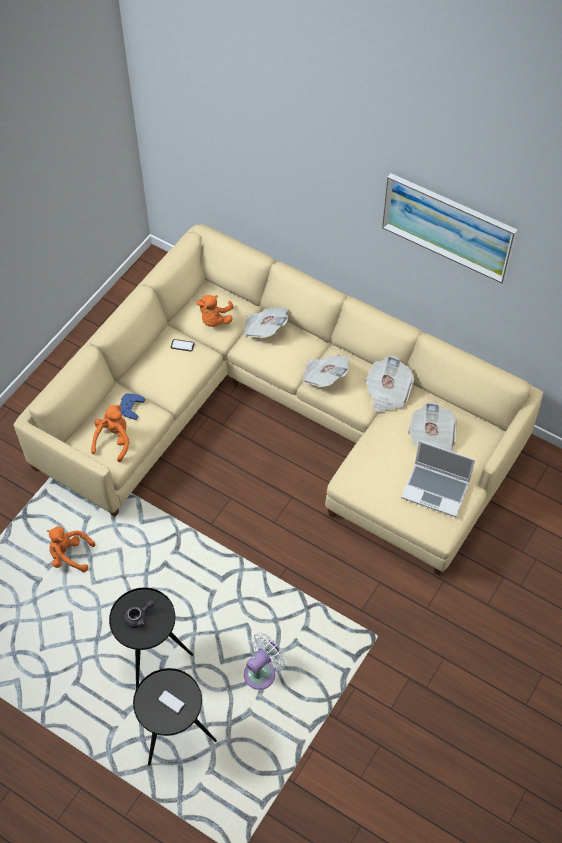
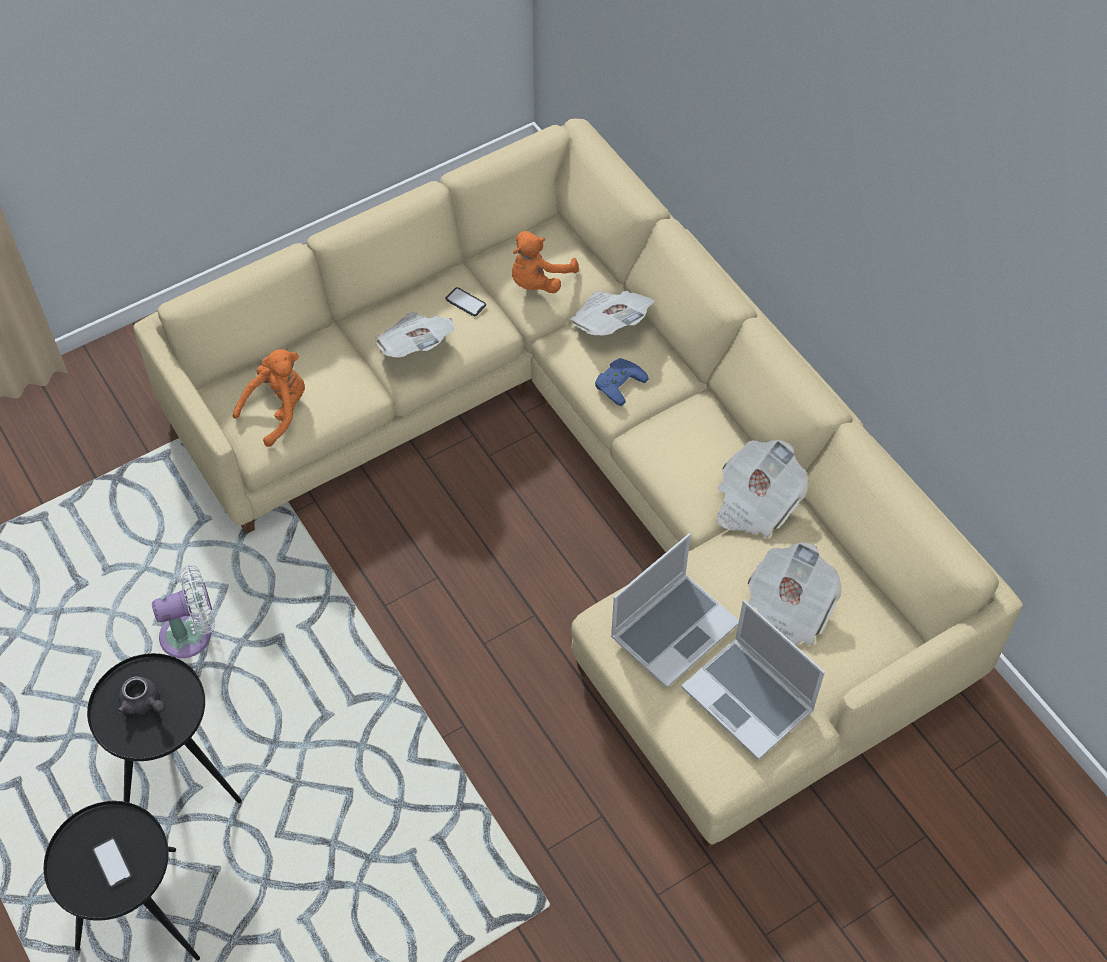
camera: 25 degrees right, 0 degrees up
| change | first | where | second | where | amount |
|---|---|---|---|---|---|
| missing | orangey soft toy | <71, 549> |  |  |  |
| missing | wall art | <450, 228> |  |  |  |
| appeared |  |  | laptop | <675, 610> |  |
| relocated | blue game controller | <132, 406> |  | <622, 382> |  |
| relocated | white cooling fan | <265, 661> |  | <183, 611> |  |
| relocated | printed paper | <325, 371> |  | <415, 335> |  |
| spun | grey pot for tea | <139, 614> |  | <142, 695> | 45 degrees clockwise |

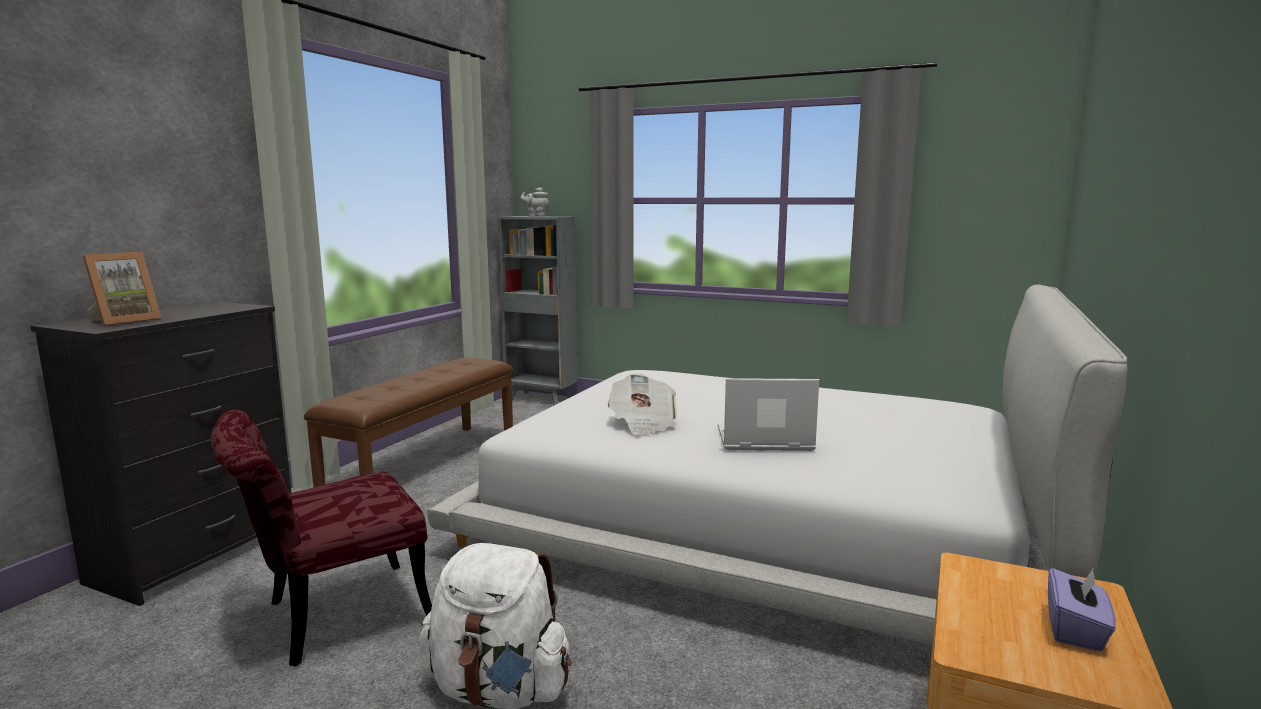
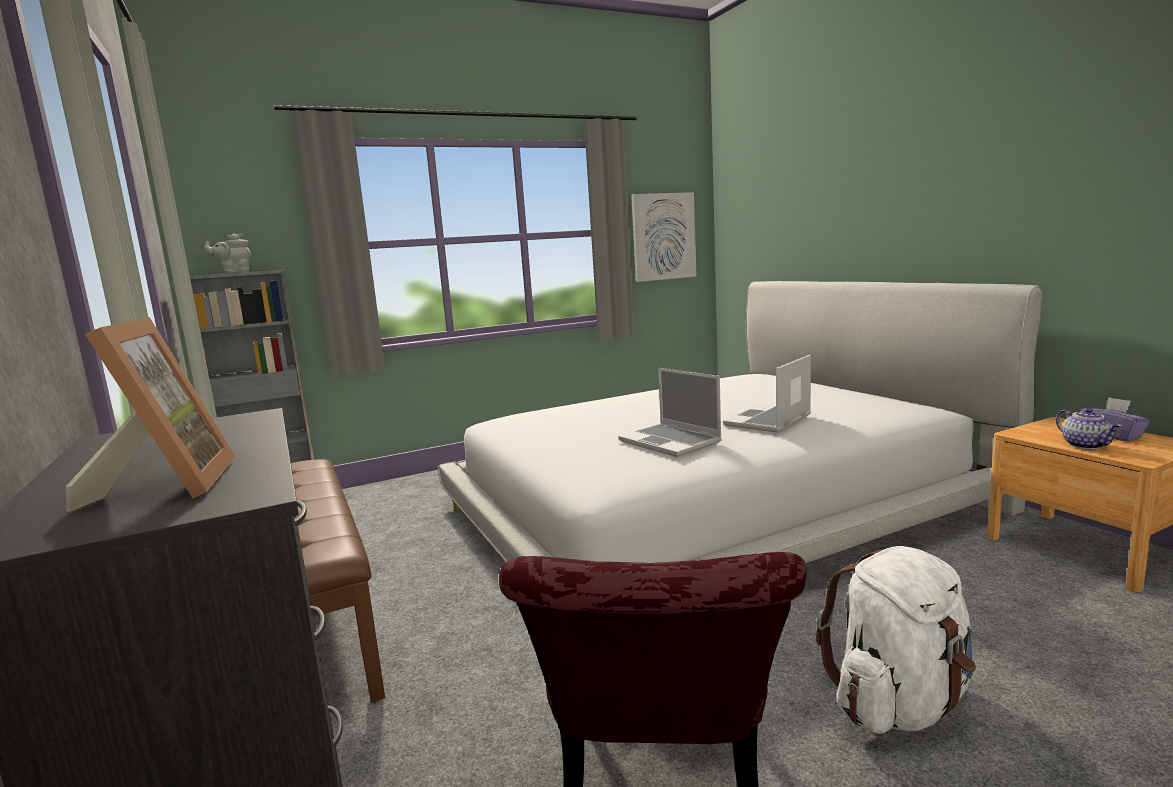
camera: 50 degrees left, 0 degrees up
| change | first | where | second | where | amount |
|---|---|---|---|---|---|
| appeared |  |  | wall art | <664, 237> |  |
| appeared |  |  | pot for tea | <1089, 429> |  |
| exchanged | printed paper | <642, 405> | laptop | <670, 412> |  |

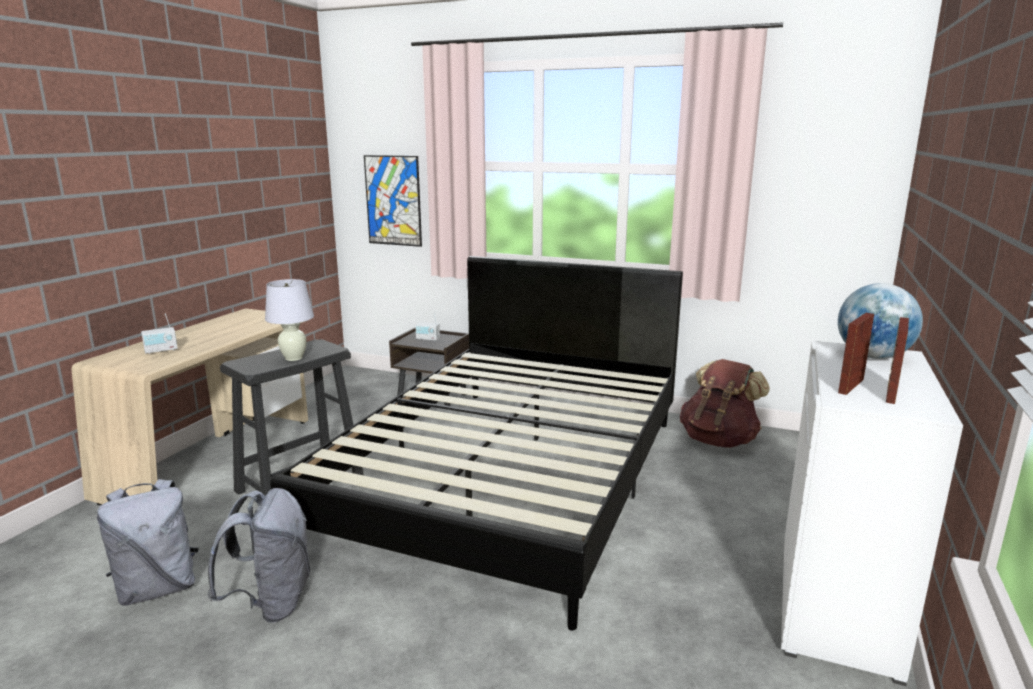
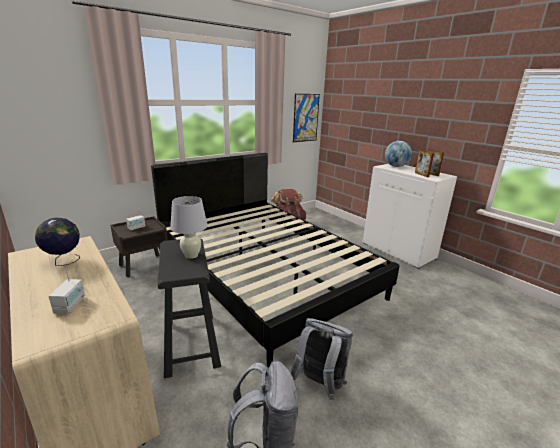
camera: 60 degrees left, 5 degrees up
| change | first | where | second | where | amount |
|---|---|---|---|---|---|
| appeared |  |  | world globe | <57, 241> |  |
| relocated | wall art | <393, 201> |  | <306, 118> |  |

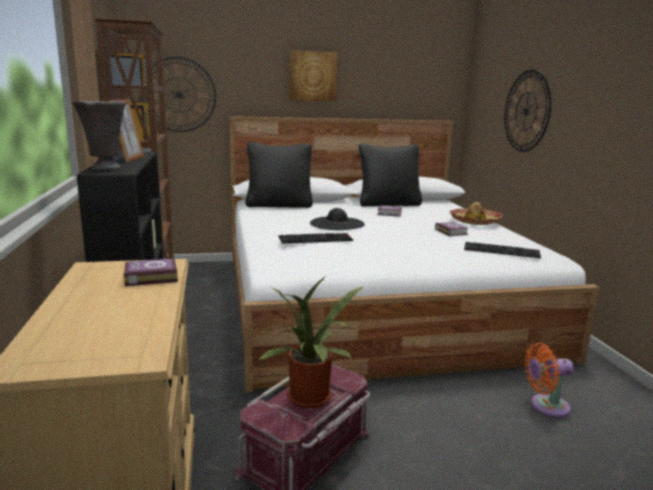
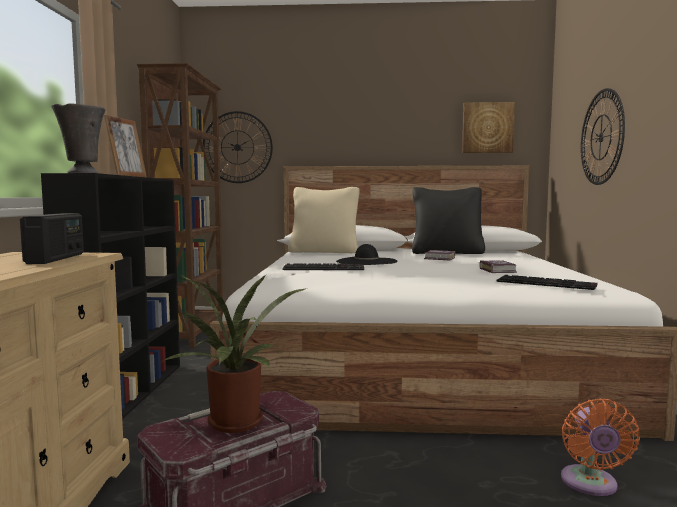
camera: 15 degrees right, 10 degrees down
| change | first | where | second | where | amount |
|---|---|---|---|---|---|
| missing | clothing hat | <476, 213> |  |  |  |
| relocated | wall art | <313, 76> |  | <488, 127> |  |
| exchanged | bound book | <151, 272> | radio | <52, 238> |  |
| colour | blackish throw pillow | <279, 175> | beige-coloured throw pillow | <324, 220> |  |
| spun | orangey cooling fan | <549, 380> |  | <600, 447> | 90 degrees counterclockwise |

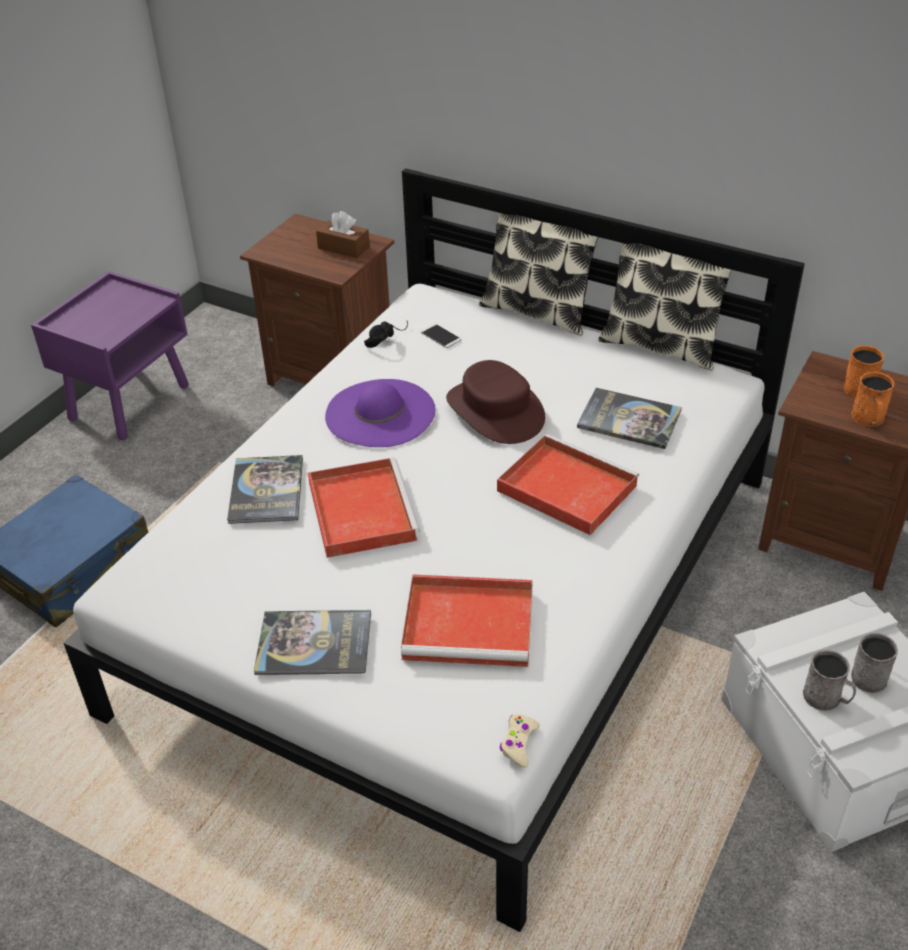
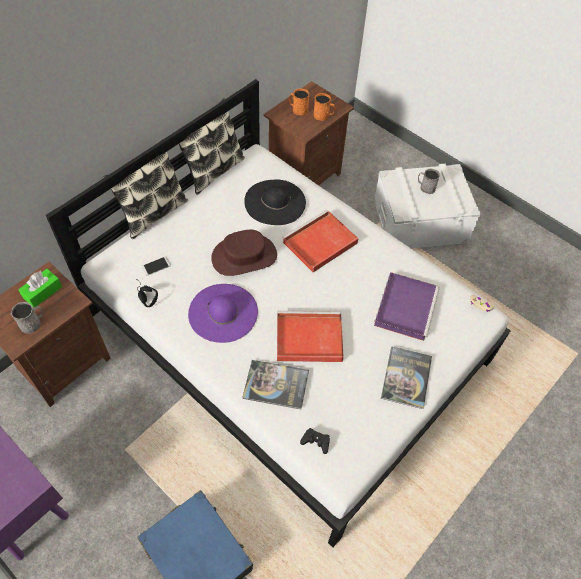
camera: 80 degrees left, 15 degrees up
| change | first | where | second | where | amount |
|---|---|---|---|---|---|
| appeared |  |  | blackish game controller | <315, 441> |  |
| relocated | grey mug | <829, 680> |  | <27, 318> |  |
| exchanged | bound book | <629, 418> | blackish clothing hat | <275, 202> |  |
| colour | brown tissue box | <343, 234> | green tissue box | <40, 288> |  |
| colour | red serving tray | <467, 620> | purple serving tray | <407, 306> |  |

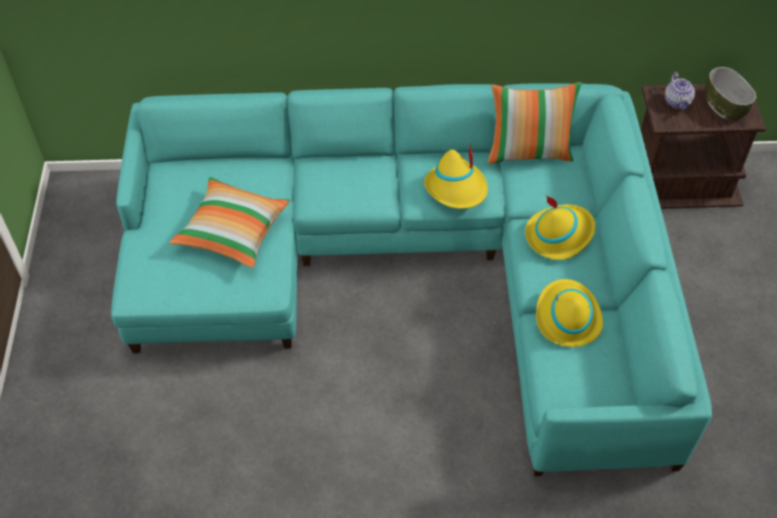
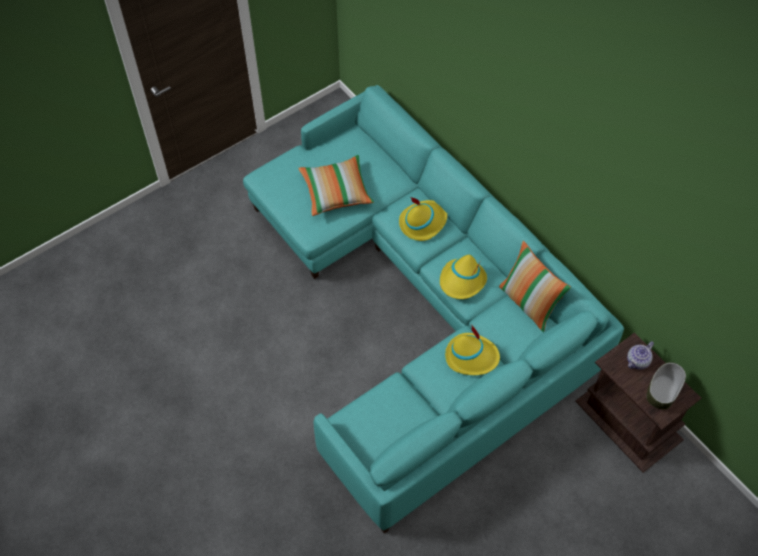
camera: 55 degrees right, 5 degrees up
| change | first | where | second | where | amount |
|---|---|---|---|---|---|
| relocated | yellow clothing hat | <569, 313> |  | <423, 219> |  |

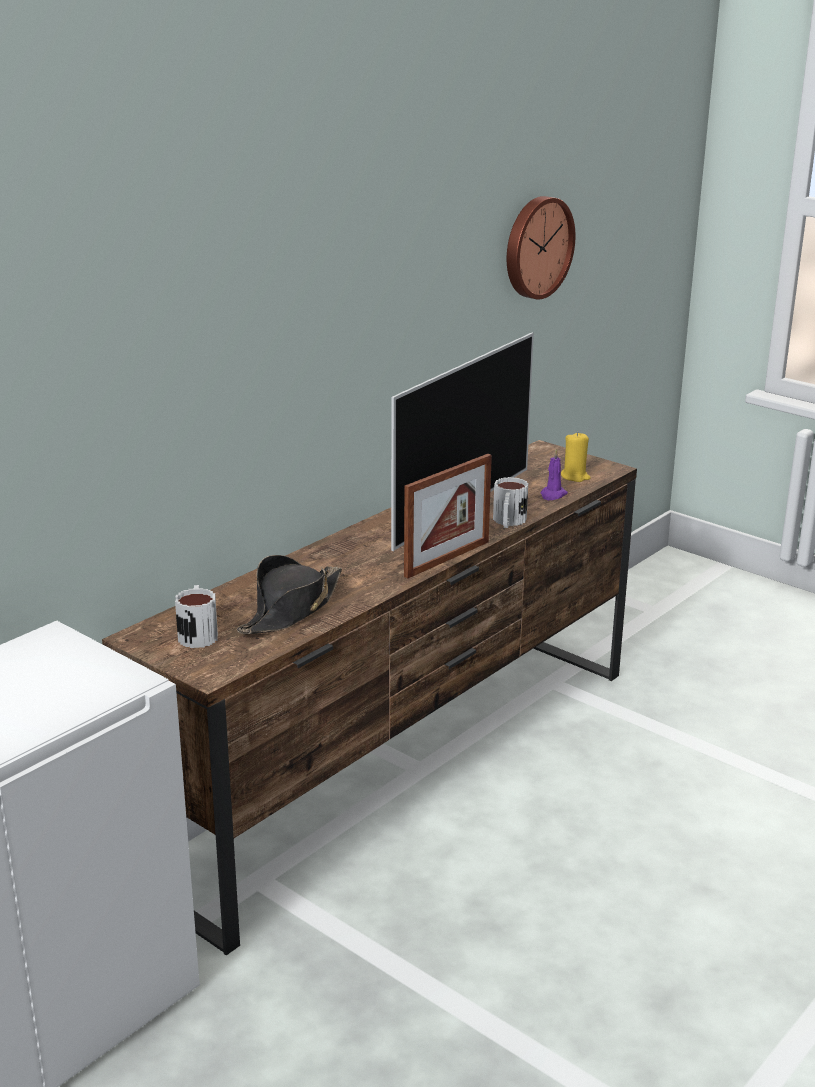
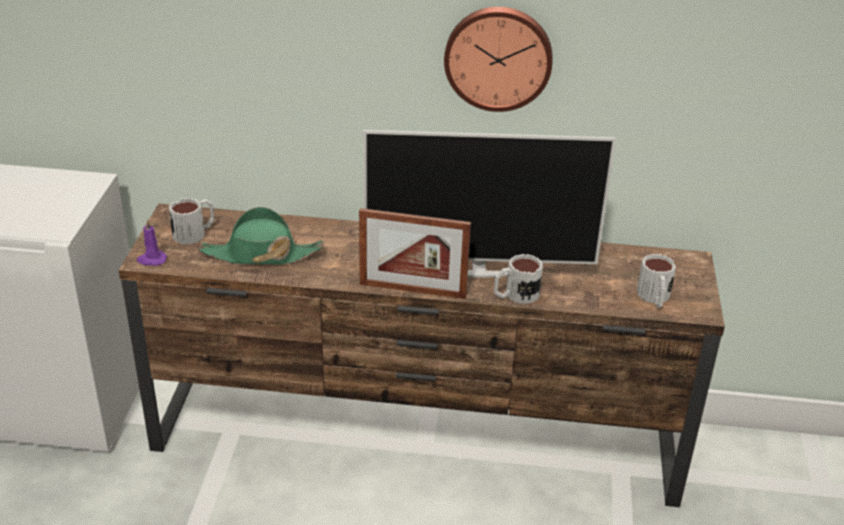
camera: 55 degrees right, 10 degrees up
| change | first | where | second | where | amount |
|---|---|---|---|---|---|
| relocated | wall clock | <541, 248> |  | <498, 59> |  |
| relocated | purple wax light | <554, 474> |  | <152, 242> |  |
| exchanged | yellow wax light | <576, 457> | mug | <656, 281> |  |
| colour | blackish clothing hat | <289, 594> | green clothing hat | <261, 236> |  |

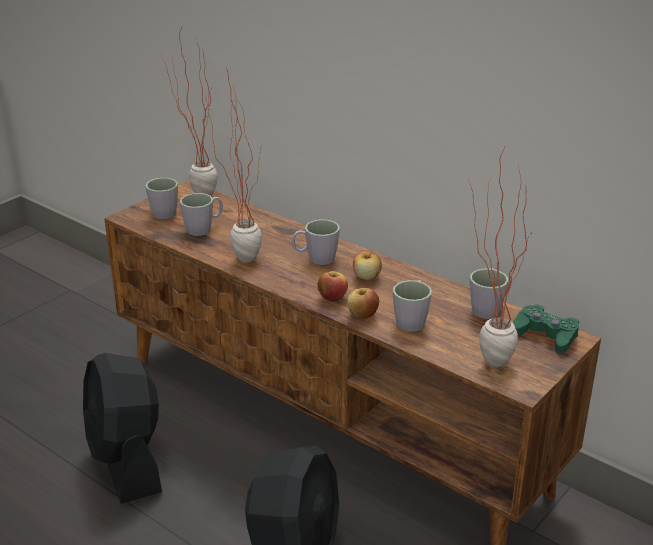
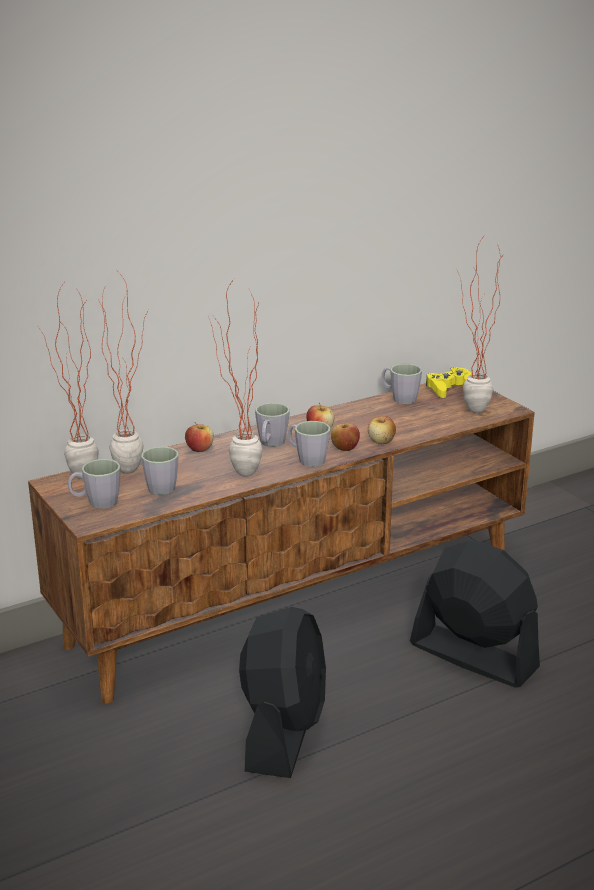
camera: 70 degrees left, 5 degrees down
| change | first | where | second | where | amount |
|---|---|---|---|---|---|
| appeared |  |  | plant in a pot | <124, 373> |  |
| appeared |  |  | apple fruit | <199, 437> |  |
| relocated | grey mug | <412, 306> |  | <309, 444> |  |
| colour | green game controller | <546, 329> | yellow game controller | <449, 382> |  |
| spun | blackish cooling fan | <122, 428> |  | <282, 692> | 75 degrees counterclockwise |

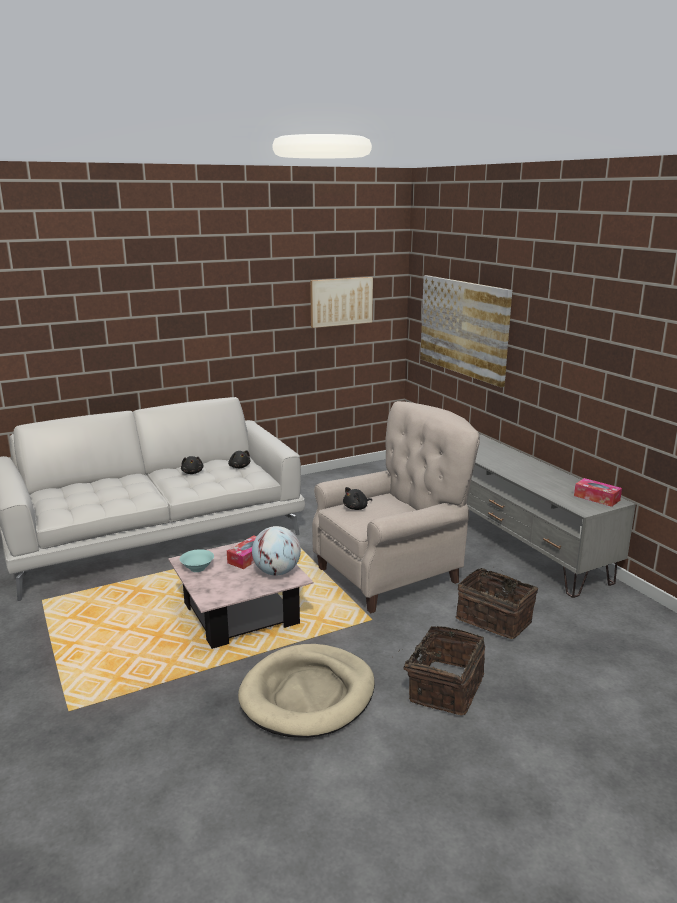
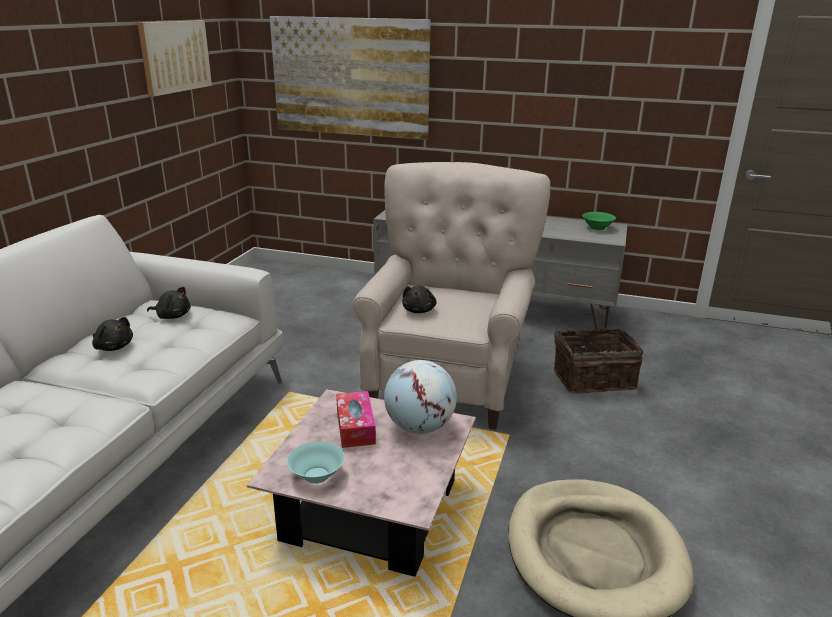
camera: 45 degrees left, 5 degrees up
| change | first | where | second | where | amount |
|---|---|---|---|---|---|
| missing | household basket | <438, 670> |  |  |  |
| exchanged | tissue box | <598, 492> | green bowl | <599, 221> |  |

